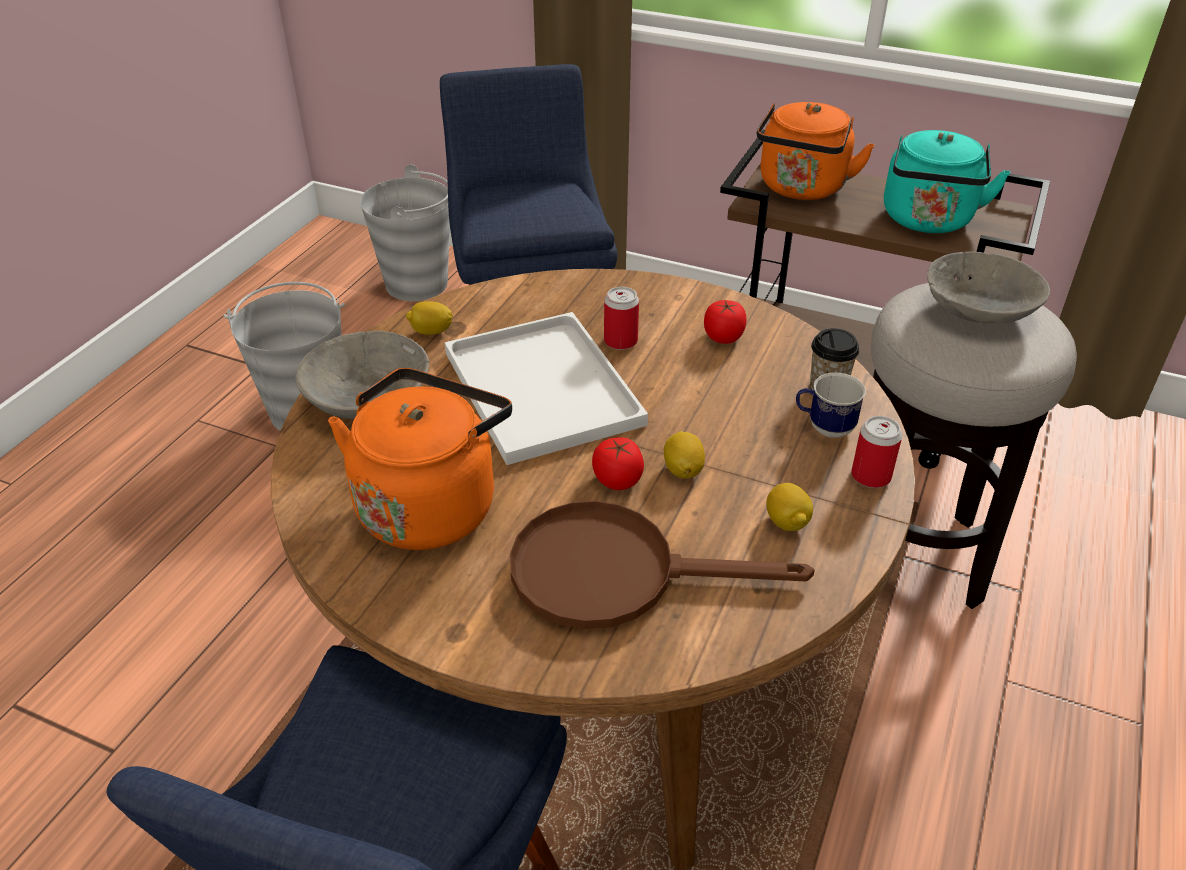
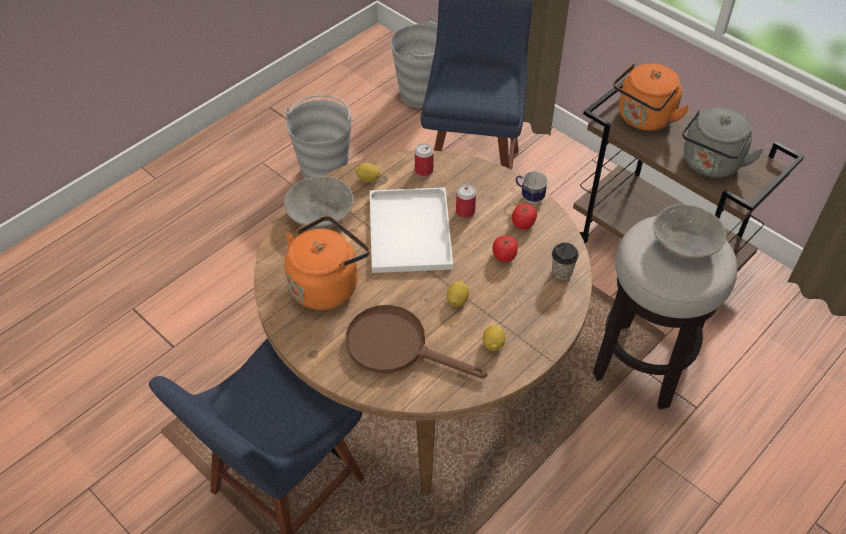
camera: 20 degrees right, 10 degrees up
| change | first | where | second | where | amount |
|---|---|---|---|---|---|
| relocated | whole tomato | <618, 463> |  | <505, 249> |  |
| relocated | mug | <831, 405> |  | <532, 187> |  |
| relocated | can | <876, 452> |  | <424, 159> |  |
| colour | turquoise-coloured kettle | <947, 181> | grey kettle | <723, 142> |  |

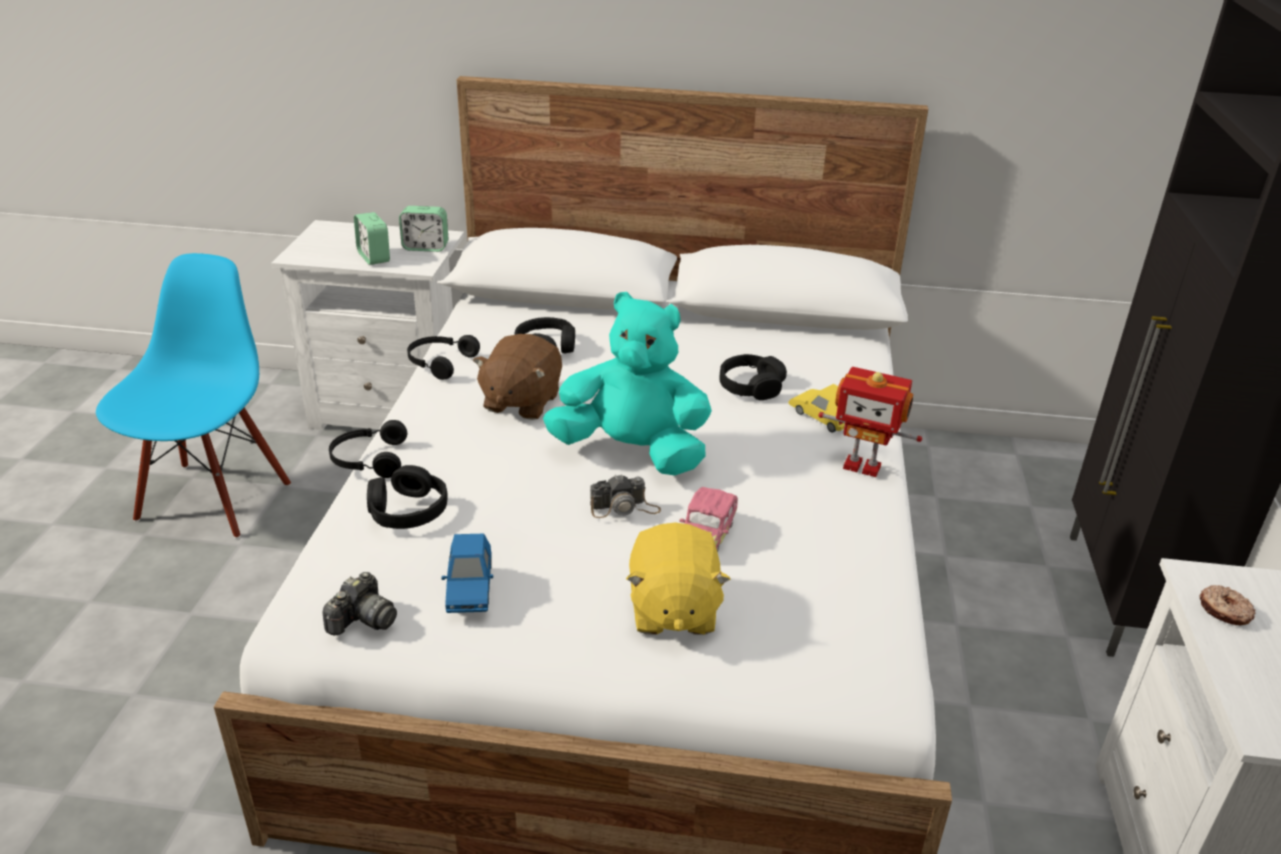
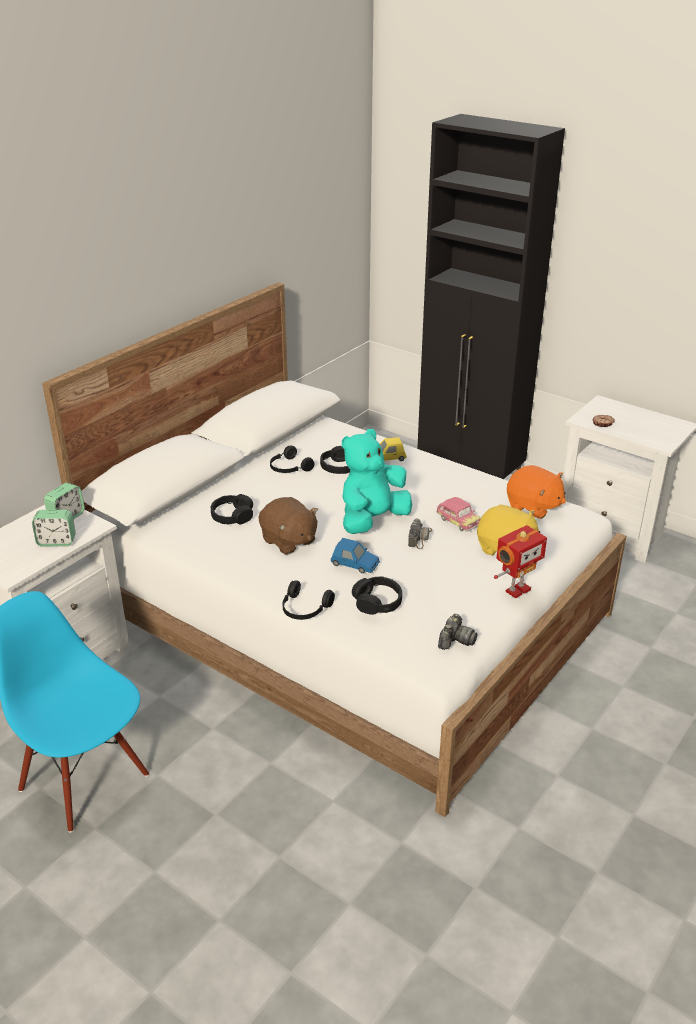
camera: 60 degrees left, 0 degrees up
| change | first | where | second | where | amount |
|---|---|---|---|---|---|
| appeared |  |  | orangey soft toy | <536, 492> |  |
| relocated | blackish pair of headphones | <443, 357> |  | <292, 459> |  |
| relocated | blue miniature car | <467, 573> |  | <355, 555> |  |
| relocated | toy robot | <870, 422> |  | <520, 561> |  |
| spun | photo camera | <359, 603> |  | <458, 632> | 60 degrees clockwise |

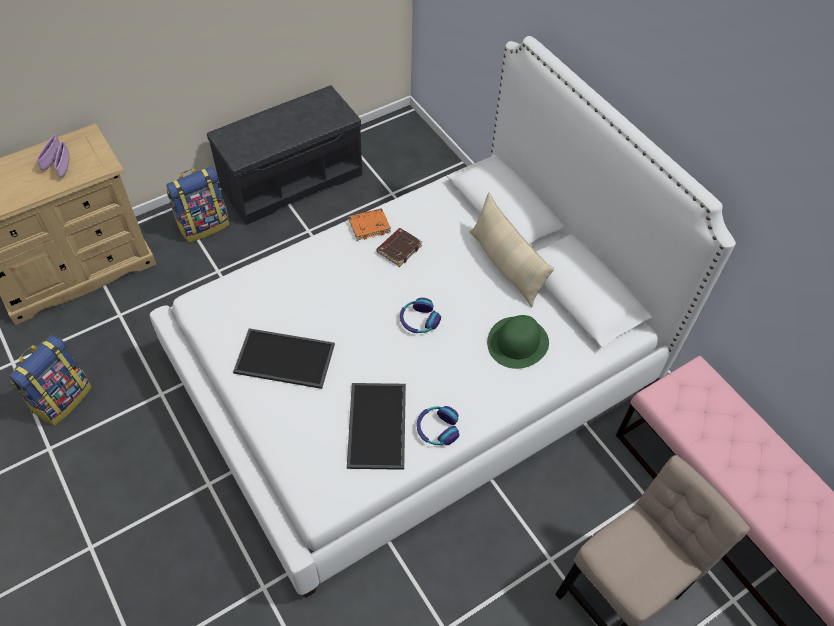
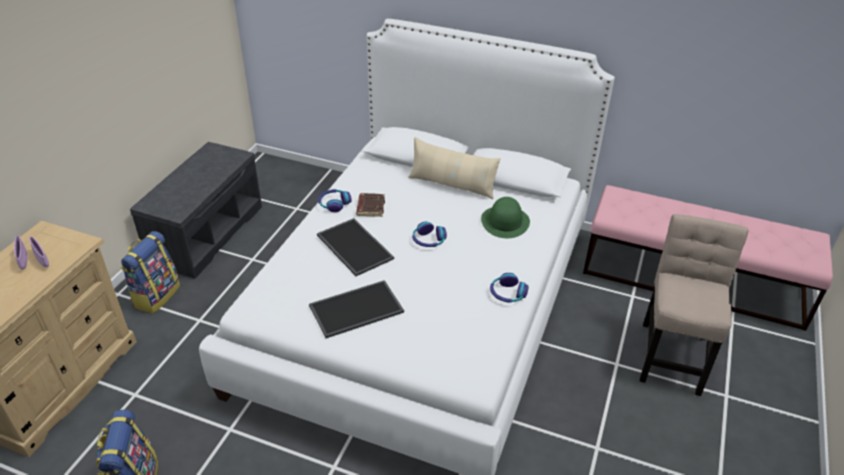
camera: 35 degrees left, 15 degrees down
| change | first | where | second | where | amount |
|---|---|---|---|---|---|
| relocated | serving tray | <376, 426> |  | <355, 247> |  |
| exchanged | orangey bound book | <369, 224> | pair of headphones | <335, 200> |  |

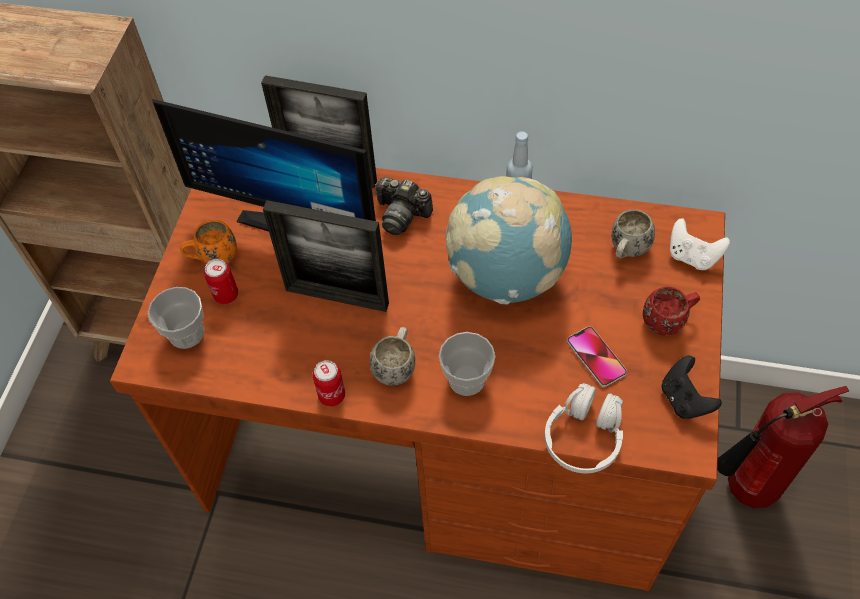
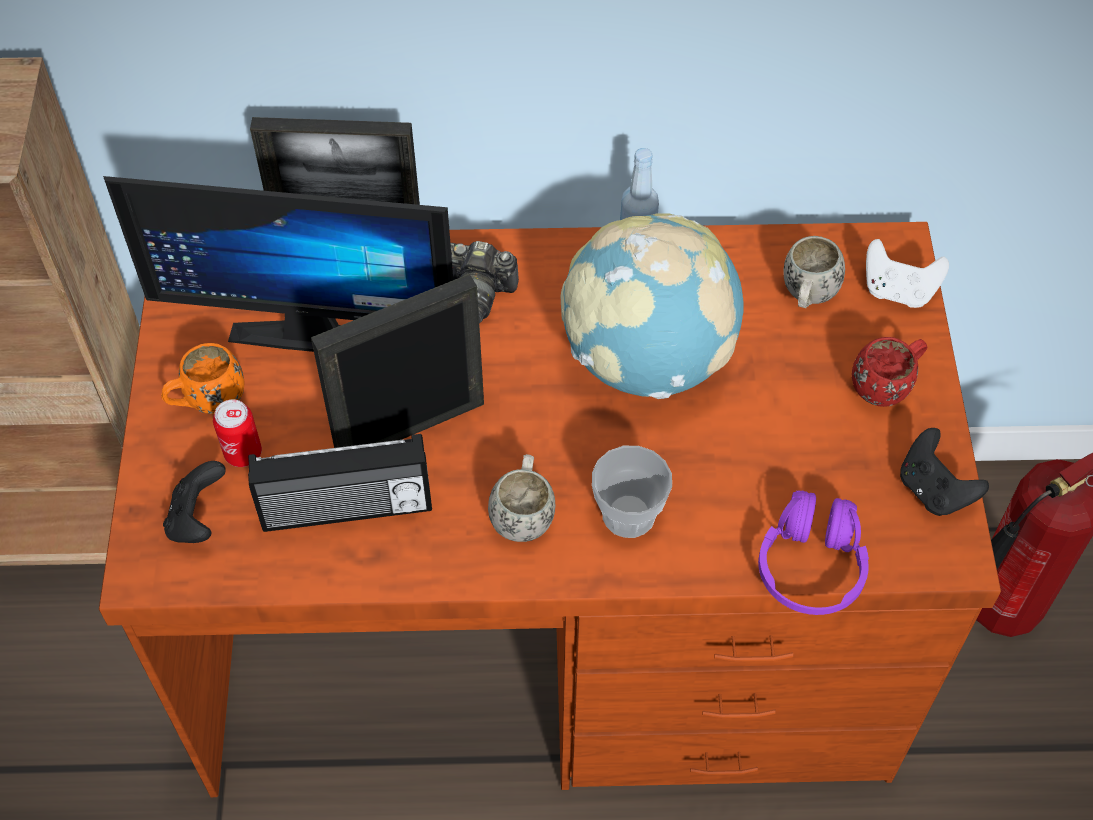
camera: 15 degrees left, 0 degrees up
| change | first | where | second | where | amount |
|---|---|---|---|---|---|
| missing | can | <329, 383> |  |  |  |
| missing | phone | <597, 356> |  |  |  |
| appeared |  |  | radio | <340, 483> |  |
| exchanged | drinking cup | <176, 318> | blackish game controller | <194, 502> |  |
| colour | white pair of headphones | <583, 428> | purple pair of headphones | <813, 552> |  |
| spun | standing frame | <326, 256> |  | <397, 361> | 150 degrees clockwise |

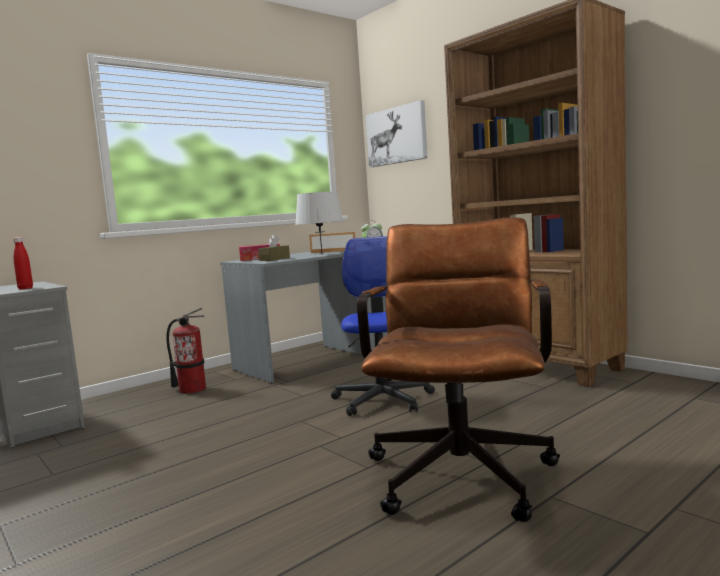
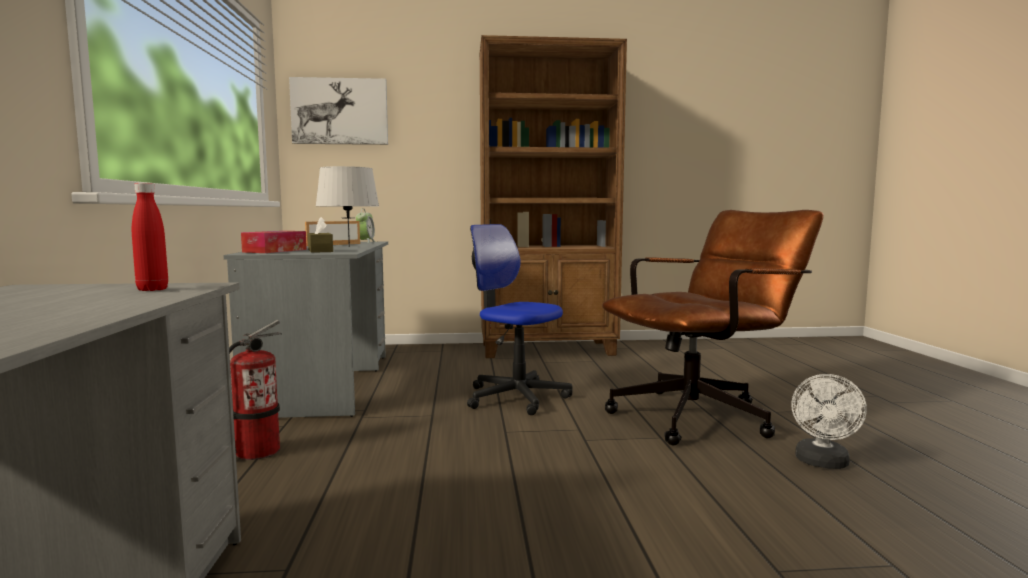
camera: 55 degrees left, 0 degrees up
| change | first | where | second | where | amount |
|---|---|---|---|---|---|
| appeared |  |  | white cooling fan | <829, 421> |  |
| spun | brown computer chair | <458, 369> |  | <713, 328> | 105 degrees clockwise |

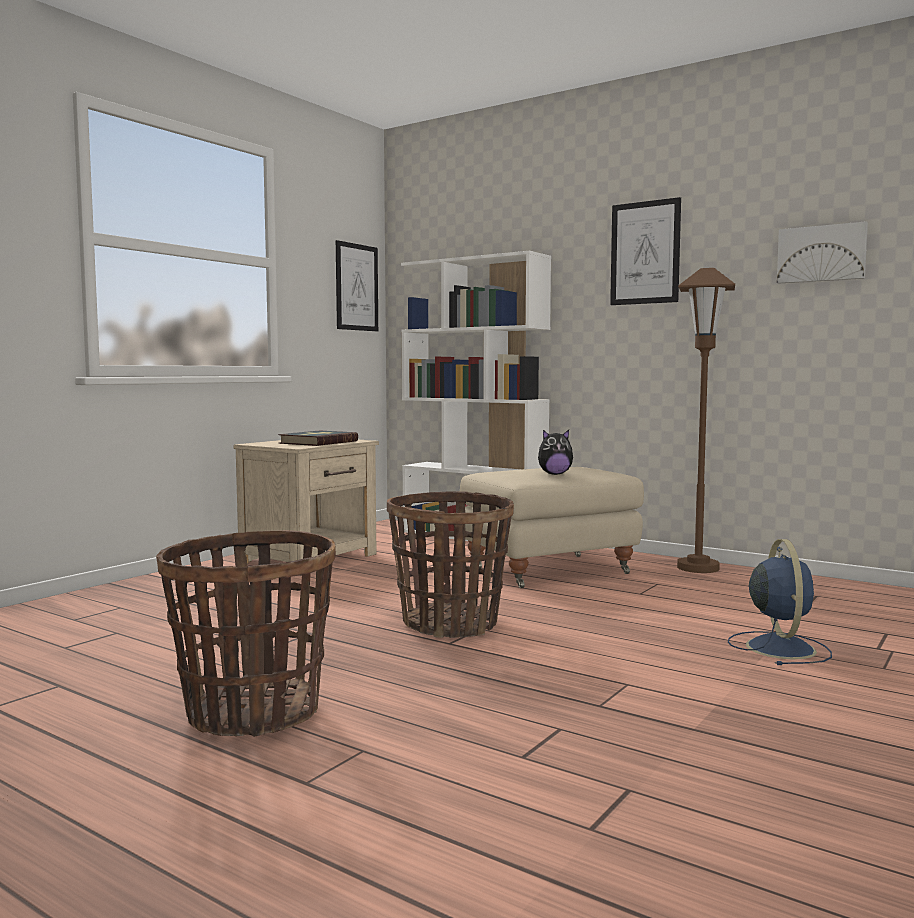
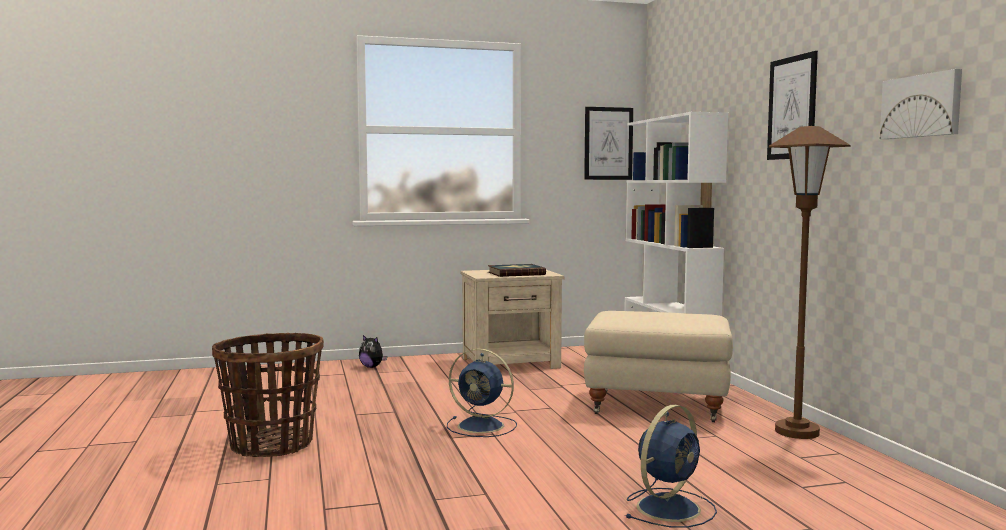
camera: 40 degrees right, 0 degrees up
| change | first | where | second | where | amount |
|---|---|---|---|---|---|
| relocated | soft toy | <555, 452> |  | <373, 351> |  |
| exchanged | household basket | <450, 565> | blue cooling fan | <482, 392> |  |

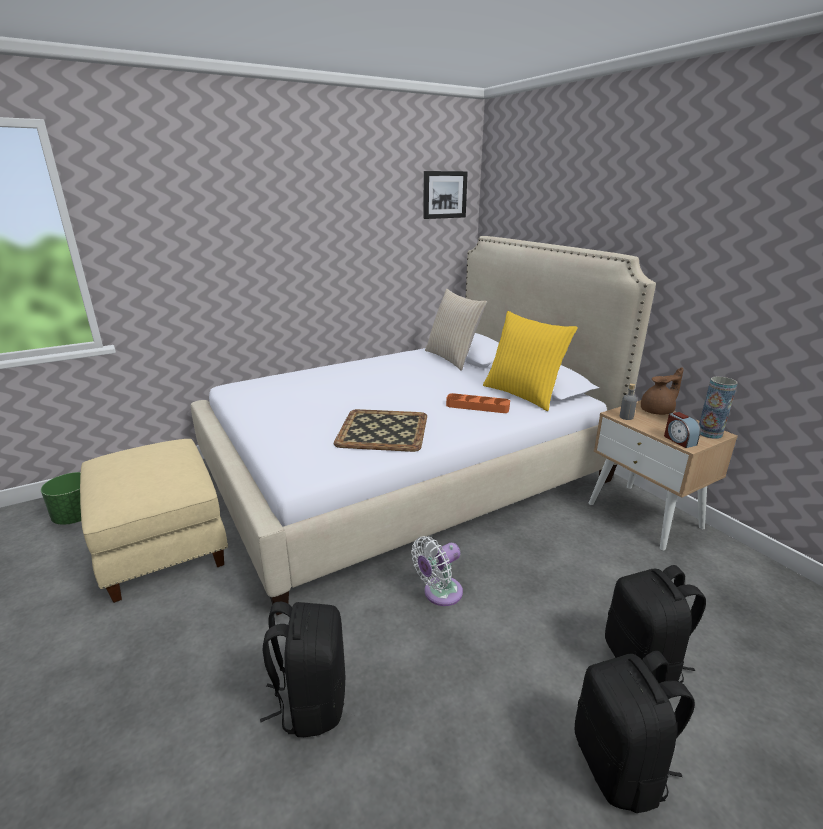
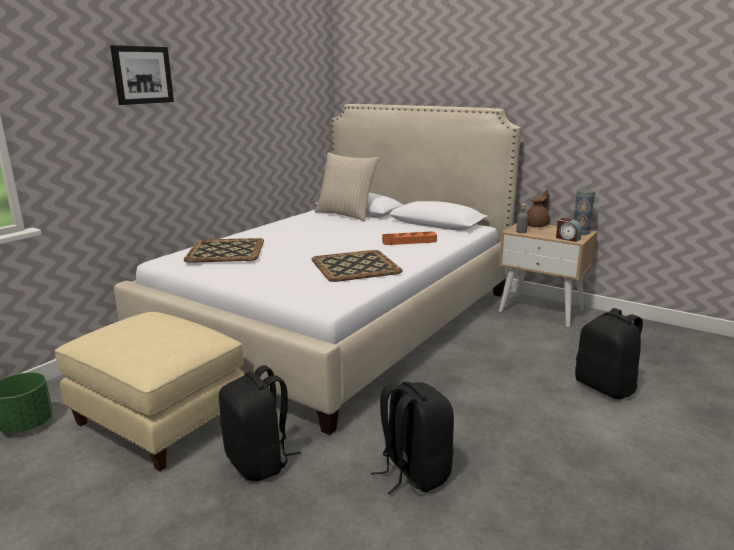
camera: 25 degrees left, 5 degrees down
| change | first | where | second | where | amount |
|---|---|---|---|---|---|
| missing | white cooling fan | <437, 571> |  |  |  |
| missing | yellow throw pillow | <530, 361> |  |  |  |
| appeared |  |  | serving tray | <224, 250> |  |
| relocated | wall art | <445, 195> |  | <142, 75> |  |
| relocated | blackish backpack | <634, 732> |  | <260, 423> |  |

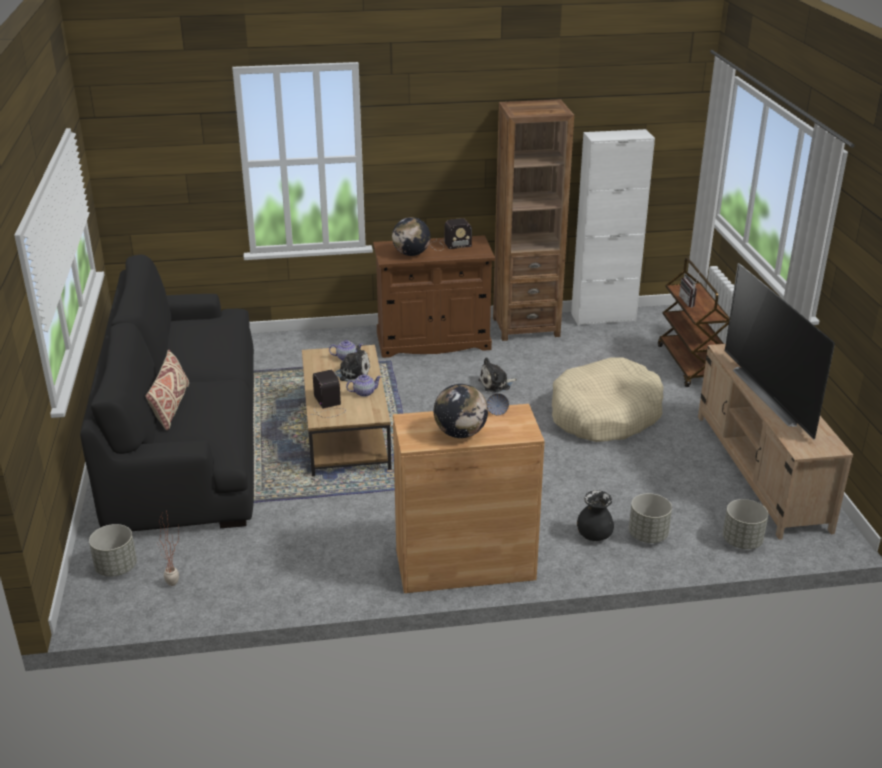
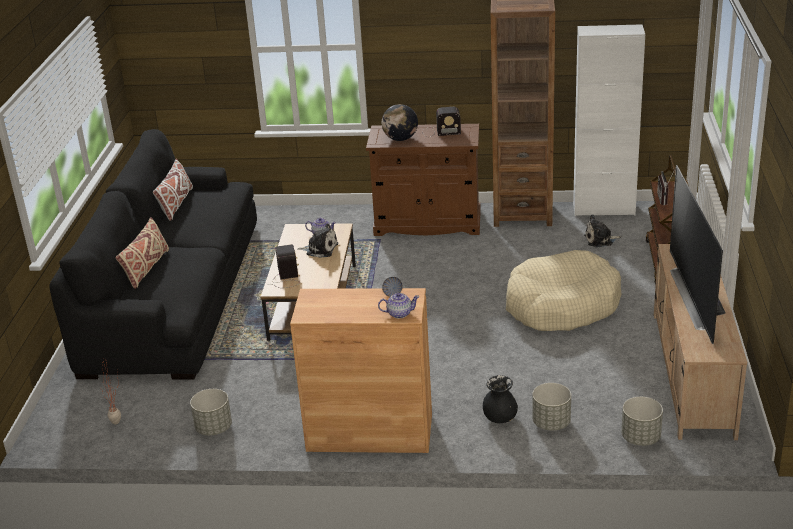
camera: 15 degrees right, 0 degrees up
| change | first | where | second | where | amount |
|---|---|---|---|---|---|
| missing | world globe | <461, 411> |  |  |  |
| appeared |  |  | white throw pillow | <173, 190> |  |
| relocated | grey flower pot | <113, 550> |  | <211, 412> |  |
| relocated | pot for tea | <364, 385> |  | <399, 305> |  |
| relocated | soft toy | <497, 375> |  | <602, 230> |  |

